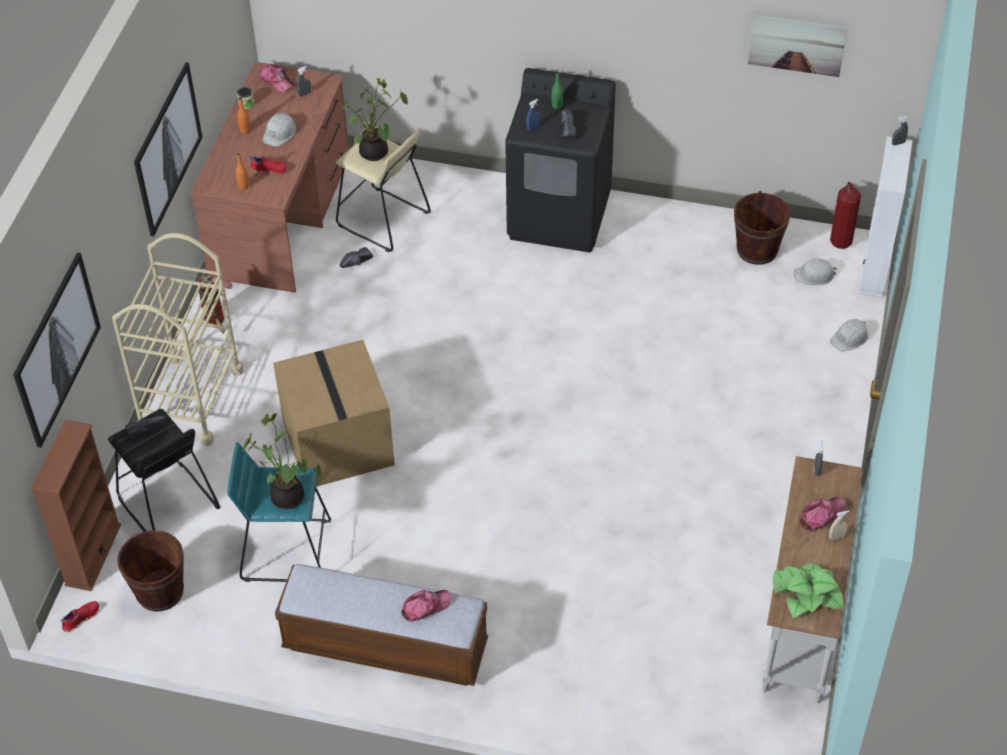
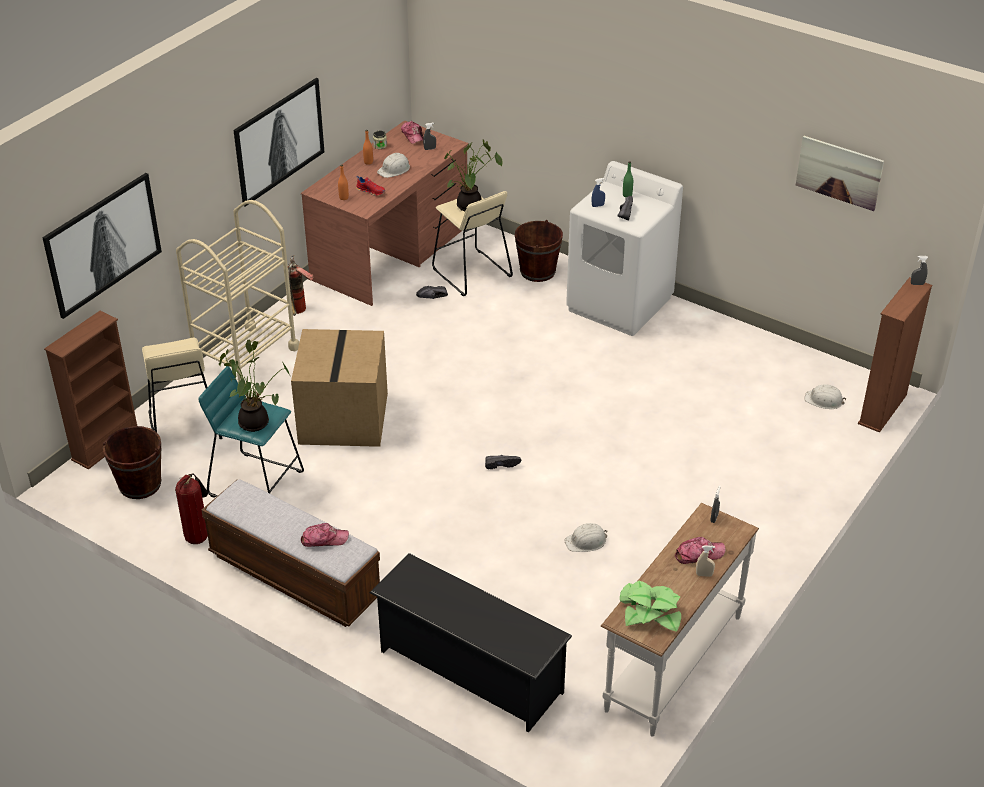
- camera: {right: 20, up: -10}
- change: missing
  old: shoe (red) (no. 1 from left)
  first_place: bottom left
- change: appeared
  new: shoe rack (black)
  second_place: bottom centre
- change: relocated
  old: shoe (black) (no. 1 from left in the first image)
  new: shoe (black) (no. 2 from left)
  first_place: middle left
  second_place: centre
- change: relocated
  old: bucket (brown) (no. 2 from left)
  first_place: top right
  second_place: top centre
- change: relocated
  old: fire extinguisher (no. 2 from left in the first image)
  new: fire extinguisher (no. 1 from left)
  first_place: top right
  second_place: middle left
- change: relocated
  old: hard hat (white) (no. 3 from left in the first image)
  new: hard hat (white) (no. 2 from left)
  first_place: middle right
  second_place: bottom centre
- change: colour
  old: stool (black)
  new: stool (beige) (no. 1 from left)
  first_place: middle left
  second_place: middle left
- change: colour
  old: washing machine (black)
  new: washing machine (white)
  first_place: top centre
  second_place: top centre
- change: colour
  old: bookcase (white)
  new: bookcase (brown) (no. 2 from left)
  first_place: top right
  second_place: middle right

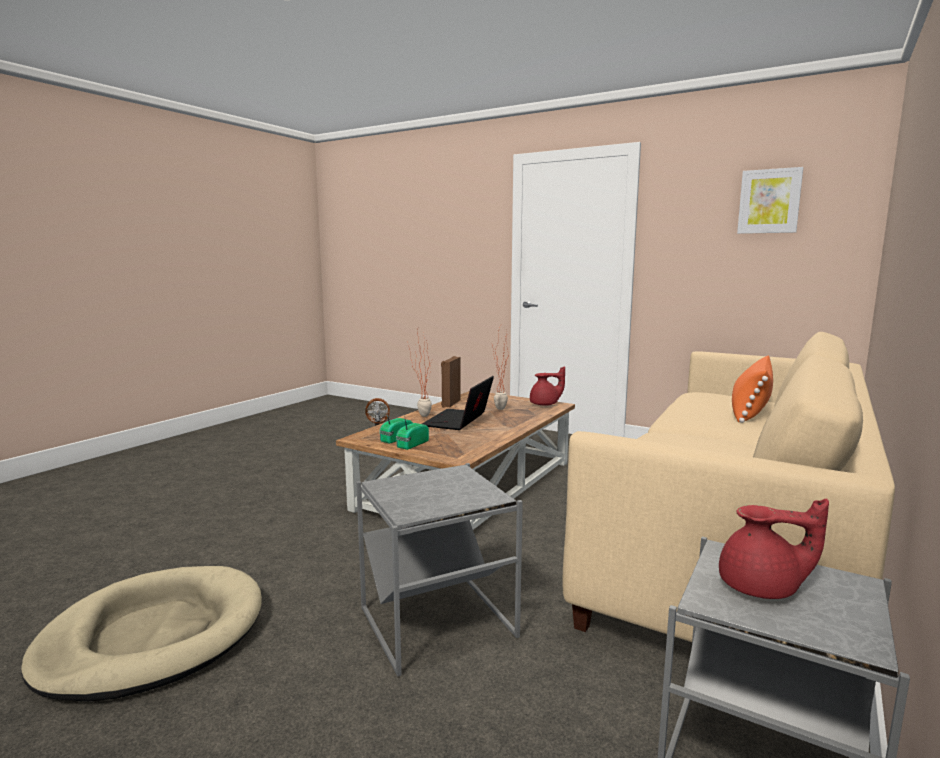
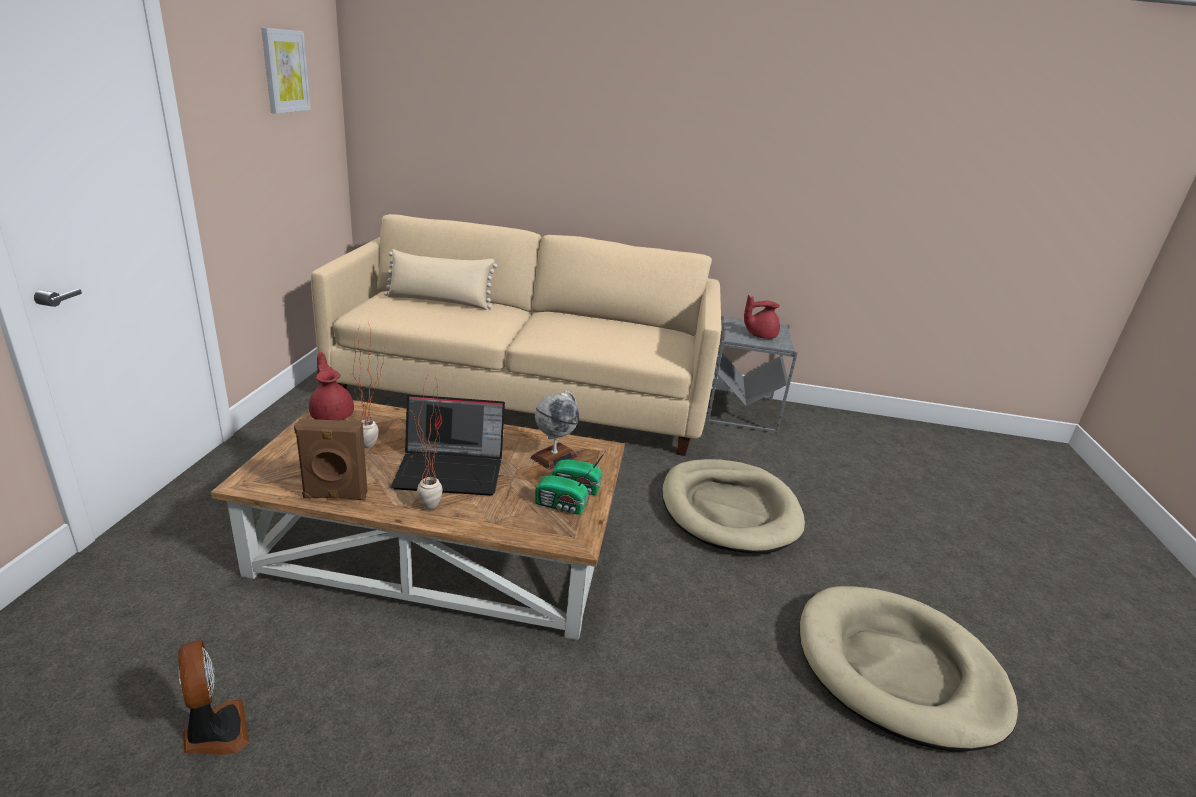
- camera: {right: -115, up: 15}
- change: appeared
  new: globe
  second_place: centre
- change: exchanged
  old: side table (grey) (no. 1 from left)
  new: dog bed (beige) (no. 1 from left)
  first_place: bottom centre
  second_place: centre
- change: colour
  old: pillow (orange)
  new: pillow (beige)
  first_place: middle right
  second_place: centre
- change: spun
  old: teapot (red) (no. 2 from left)
  first_place: bottom right
  second_place: centre
  degrees: -90

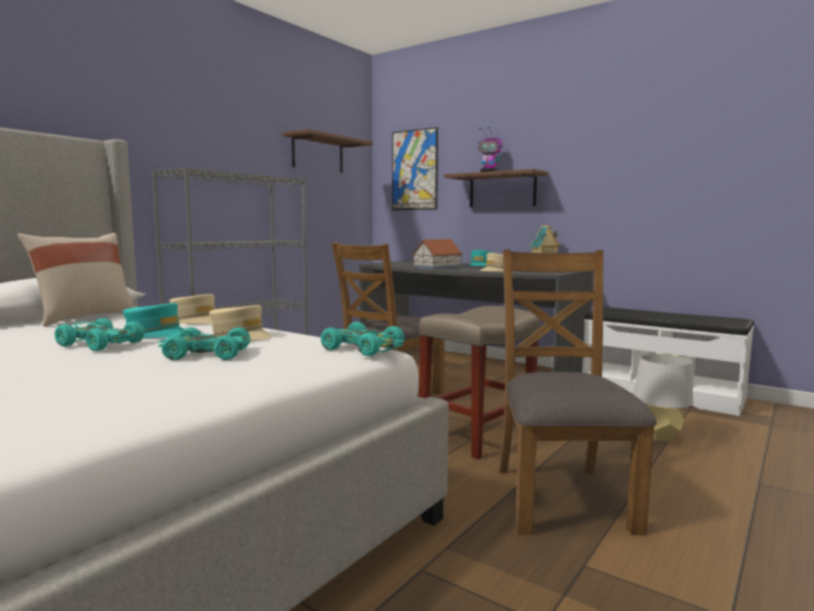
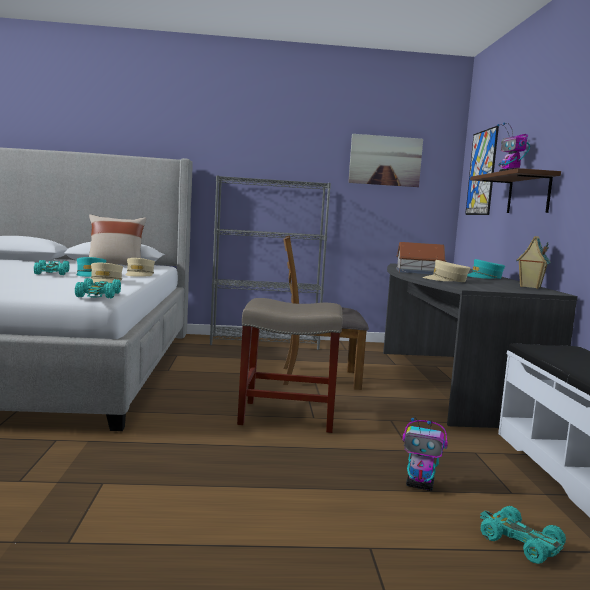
- camera: {right: 50, up: 0}
- change: missing
  old: chair (brown) (no. 2 from left)
  first_place: middle right
- change: relocated
  old: toy car (turquoise) (no. 2 from left in the first image)
  new: toy car (turquoise) (no. 3 from left)
  first_place: middle left
  second_place: bottom right
- change: exchanged
  old: shelf (brown) (no. 1 from left)
  new: picture (no. 1 from left)
  first_place: top centre
  second_place: top centre
- change: exchanged
  old: table lamp (grey)
  new: toy robot (no. 1 from left)
  first_place: middle right
  second_place: bottom right

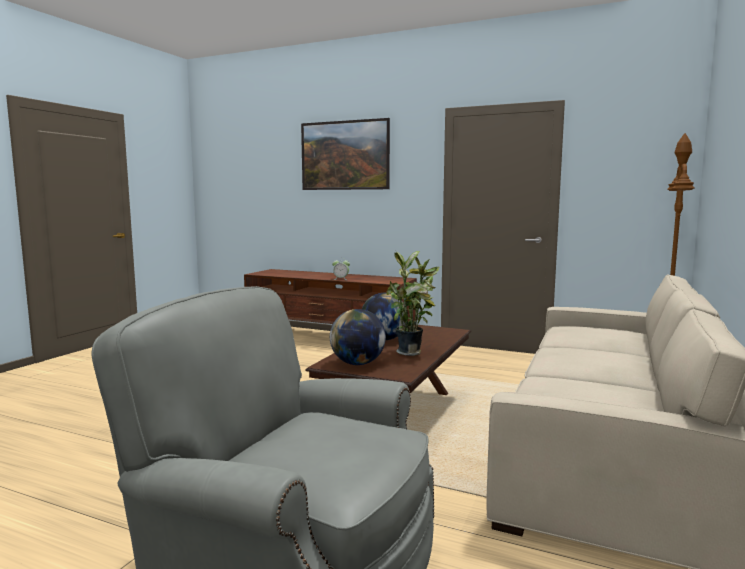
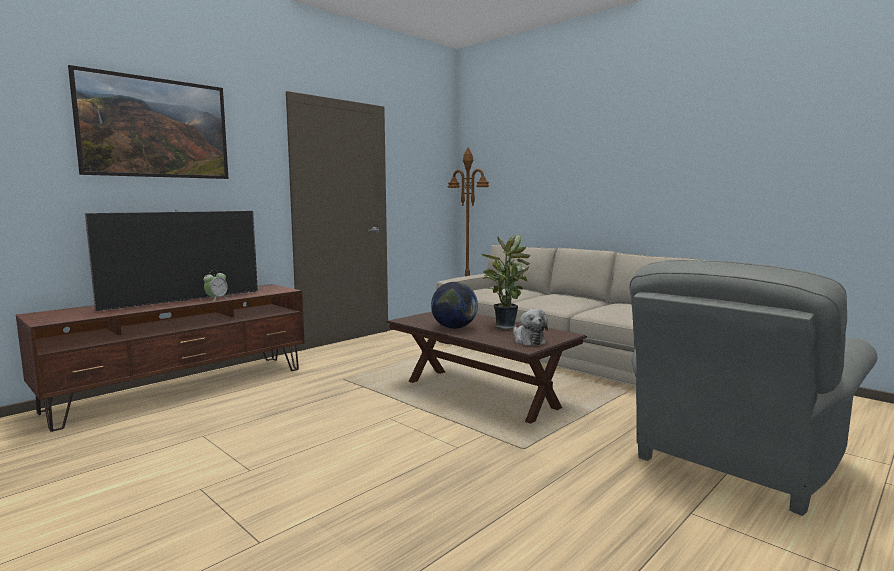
- camera: {right: -70, up: 0}
- change: appeared
  new: television
  second_place: middle left
- change: exchanged
  old: globe (no. 1 from left)
  new: plush toy
  first_place: centre
  second_place: centre

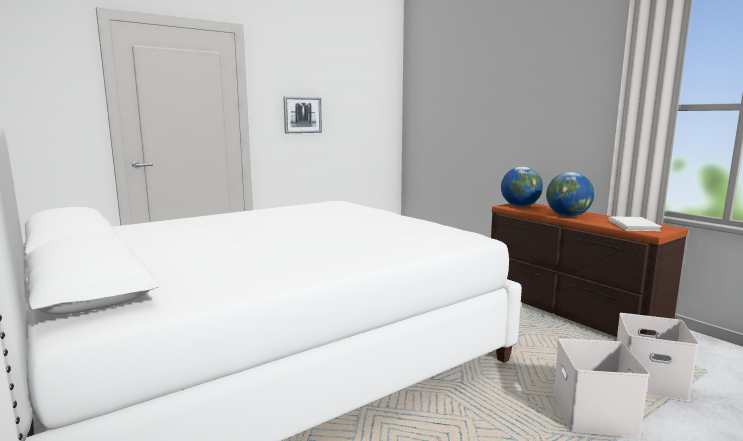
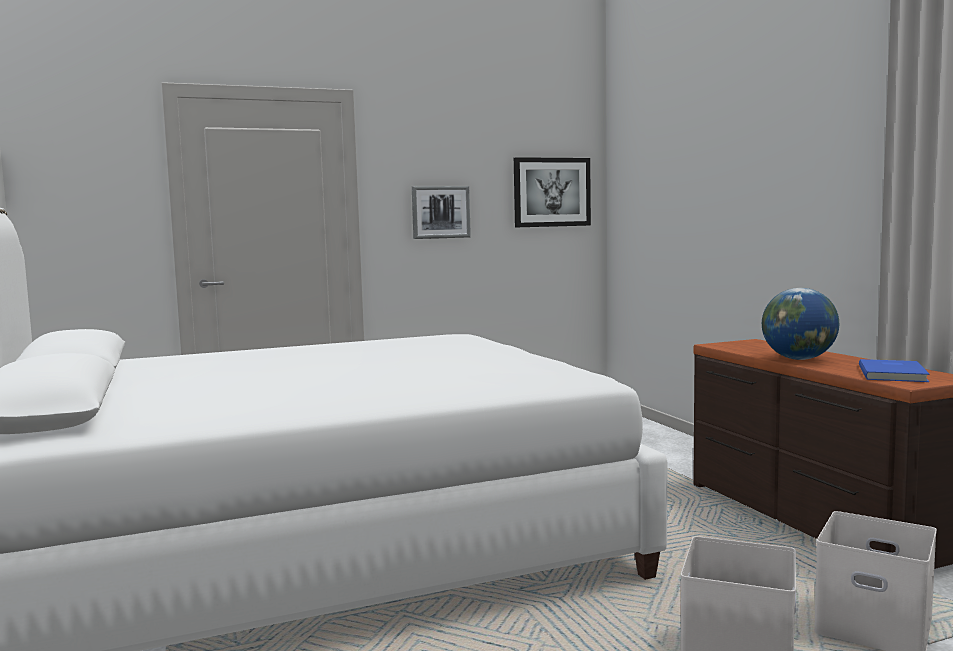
- camera: {right: 15, up: -5}
- change: missing
  old: globe (no. 1 from left)
  first_place: middle right
- change: appeared
  new: picture (no. 2 from left)
  second_place: top centre
- change: colour
  old: book (white)
  new: book (blue)
  first_place: middle right
  second_place: middle right

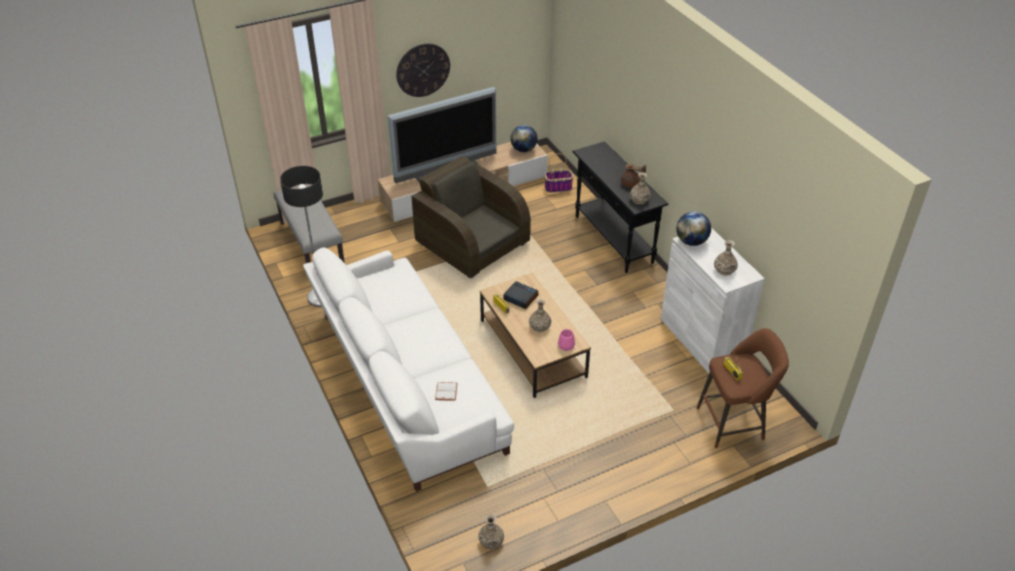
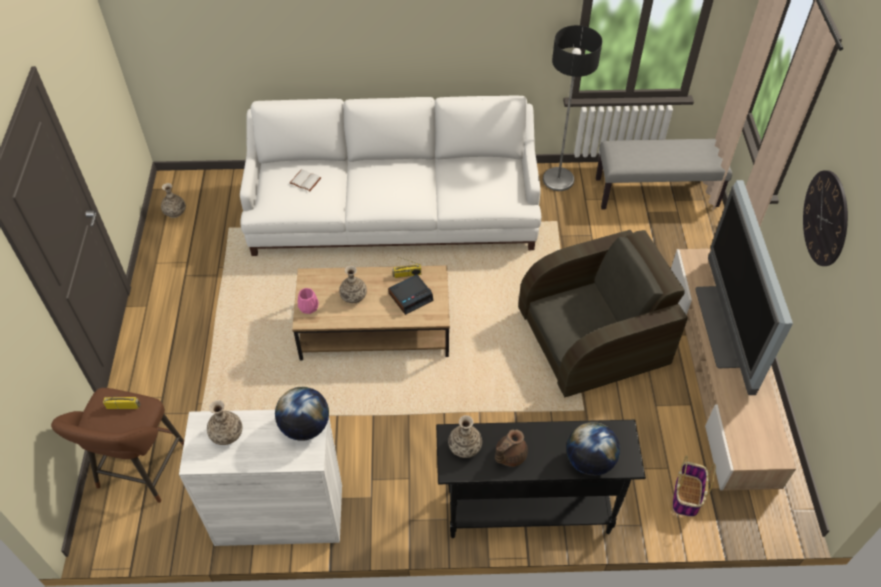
- camera: {right: 115, up: 10}
- change: relocated
  old: globe (no. 1 from left in the first image)
  new: globe (no. 2 from left)
  first_place: top centre
  second_place: bottom right

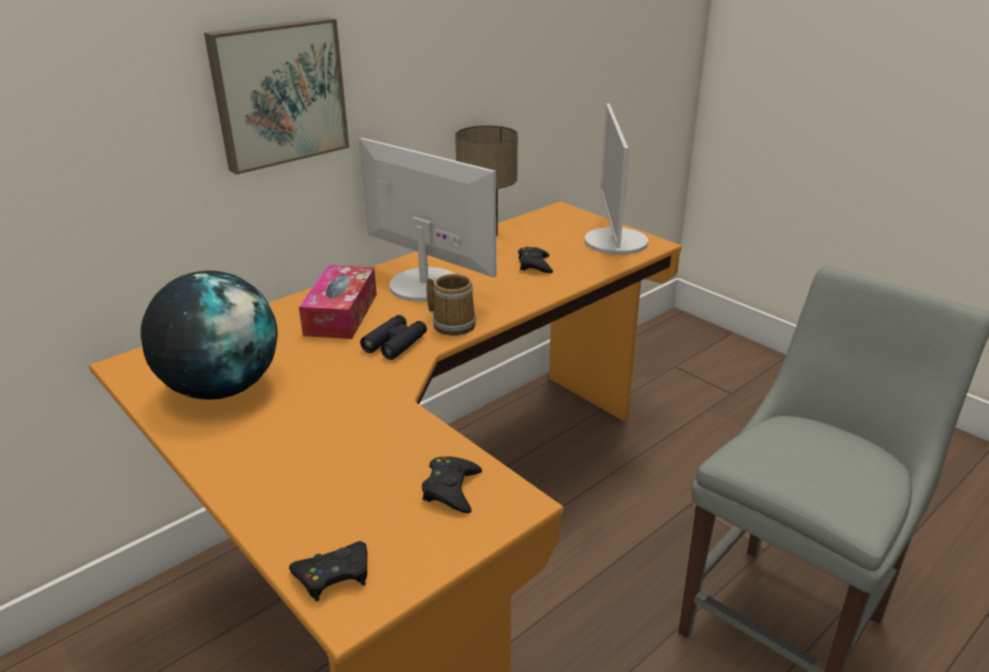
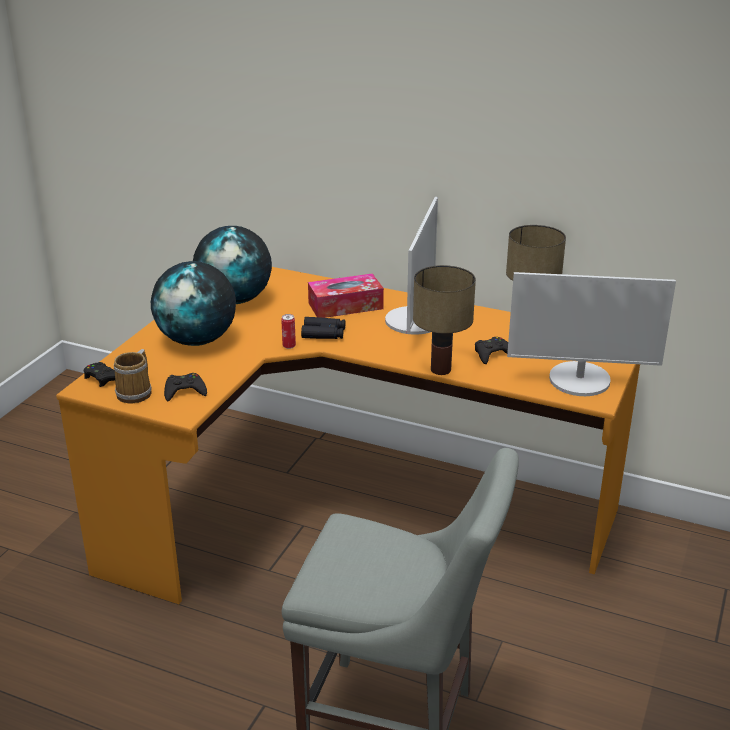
- camera: {right: 65, up: 0}
- change: missing
  old: picture
  first_place: top left
- change: appeared
  new: globe (no. 1 from left)
  second_place: middle left
- change: appeared
  new: can
  second_place: centre
- change: appeared
  new: table lamp (no. 1 from left)
  second_place: centre
- change: relocated
  old: mug
  first_place: centre
  second_place: middle left
- change: spun
  old: monitor (no. 2 from left)
  first_place: top centre
  second_place: middle right
  degrees: -150

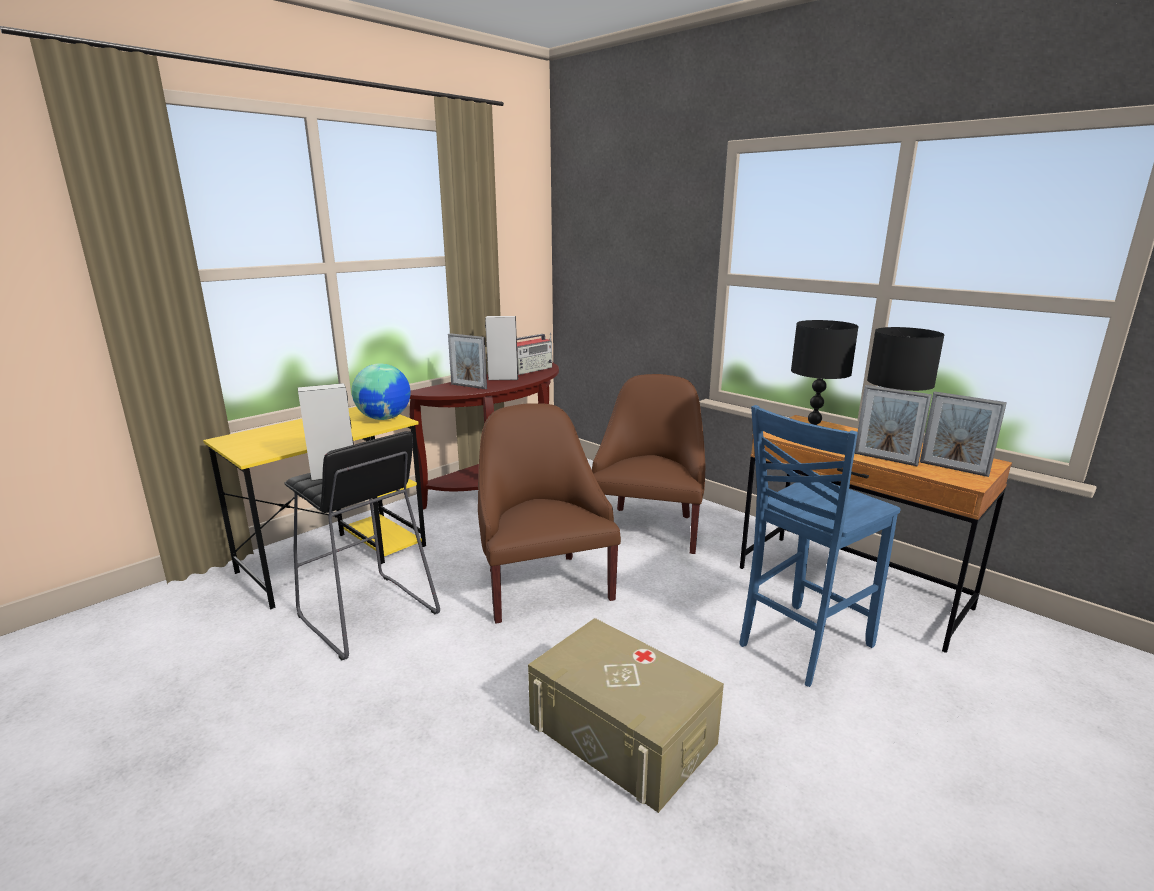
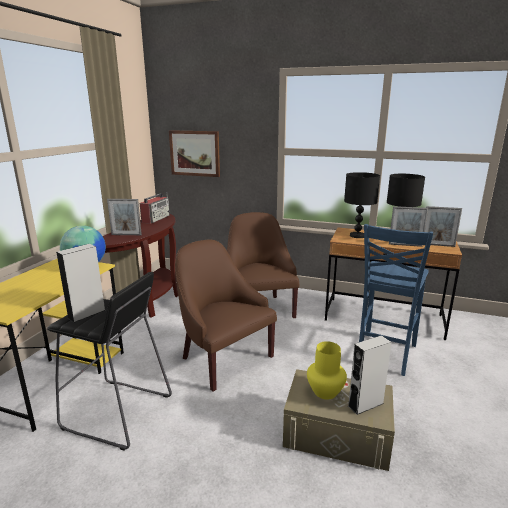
- camera: {right: -25, up: 0}
- change: appeared
  new: picture
  second_place: top centre
- change: appeared
  new: vase (yellow)
  second_place: bottom centre
- change: relocated
  old: speaker (grey) (no. 2 from left)
  first_place: centre
  second_place: bottom right

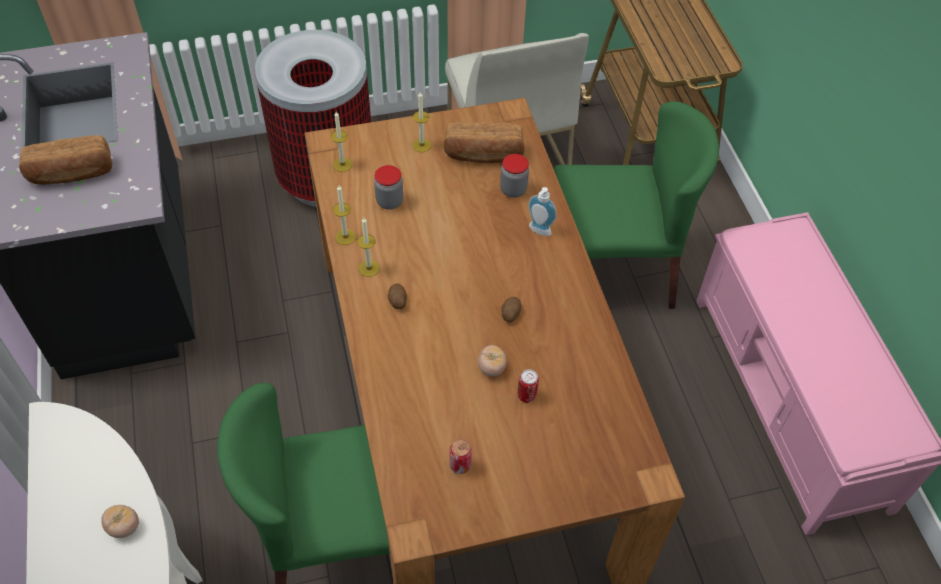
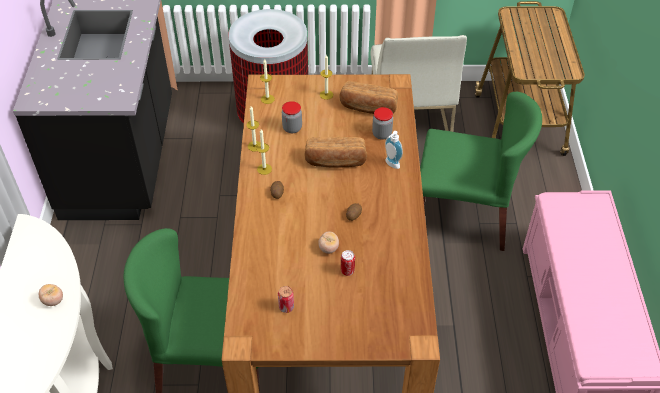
- camera: {right: 15, up: -5}
- change: relocated
  old: bread (no. 1 from left)
  first_place: top left
  second_place: centre

